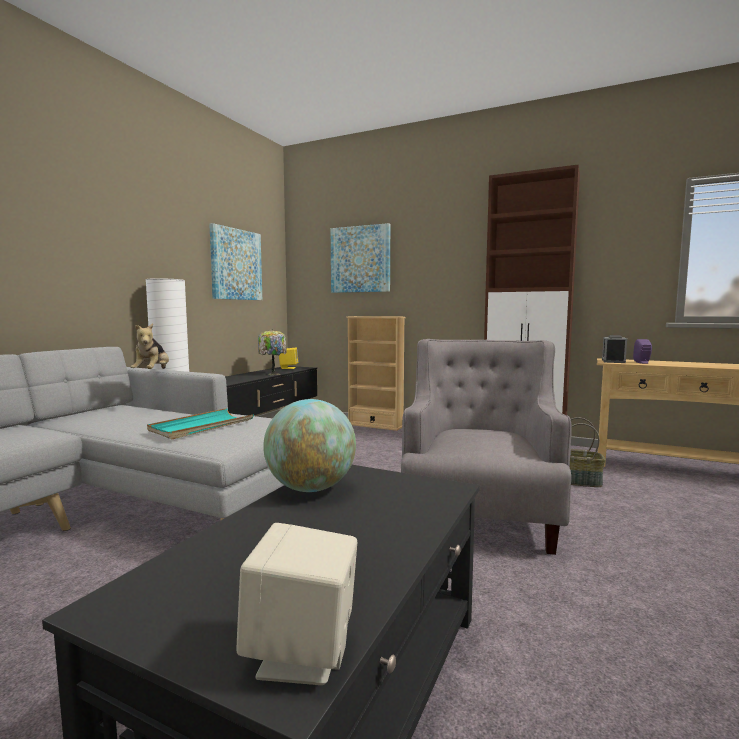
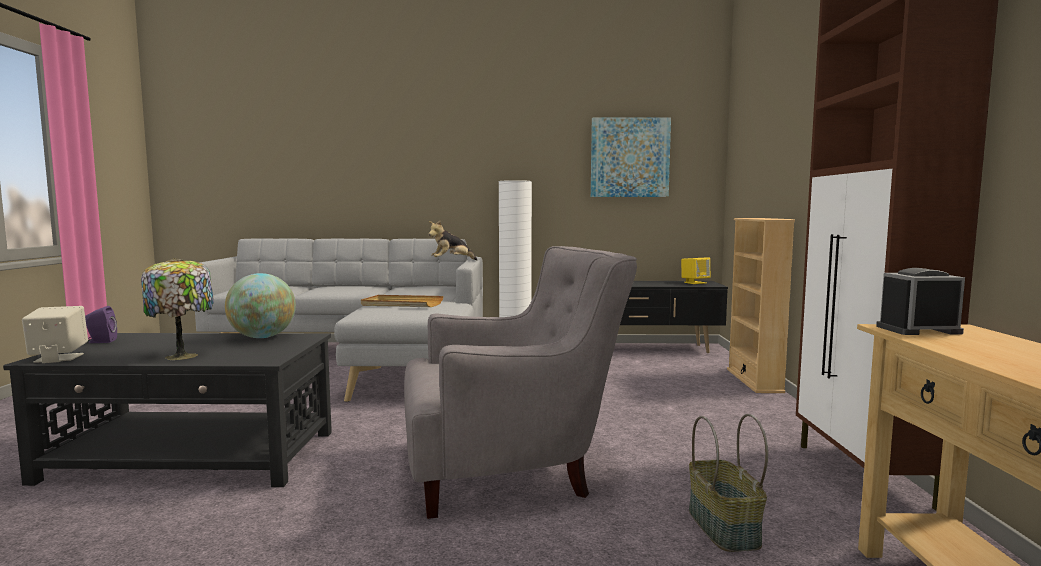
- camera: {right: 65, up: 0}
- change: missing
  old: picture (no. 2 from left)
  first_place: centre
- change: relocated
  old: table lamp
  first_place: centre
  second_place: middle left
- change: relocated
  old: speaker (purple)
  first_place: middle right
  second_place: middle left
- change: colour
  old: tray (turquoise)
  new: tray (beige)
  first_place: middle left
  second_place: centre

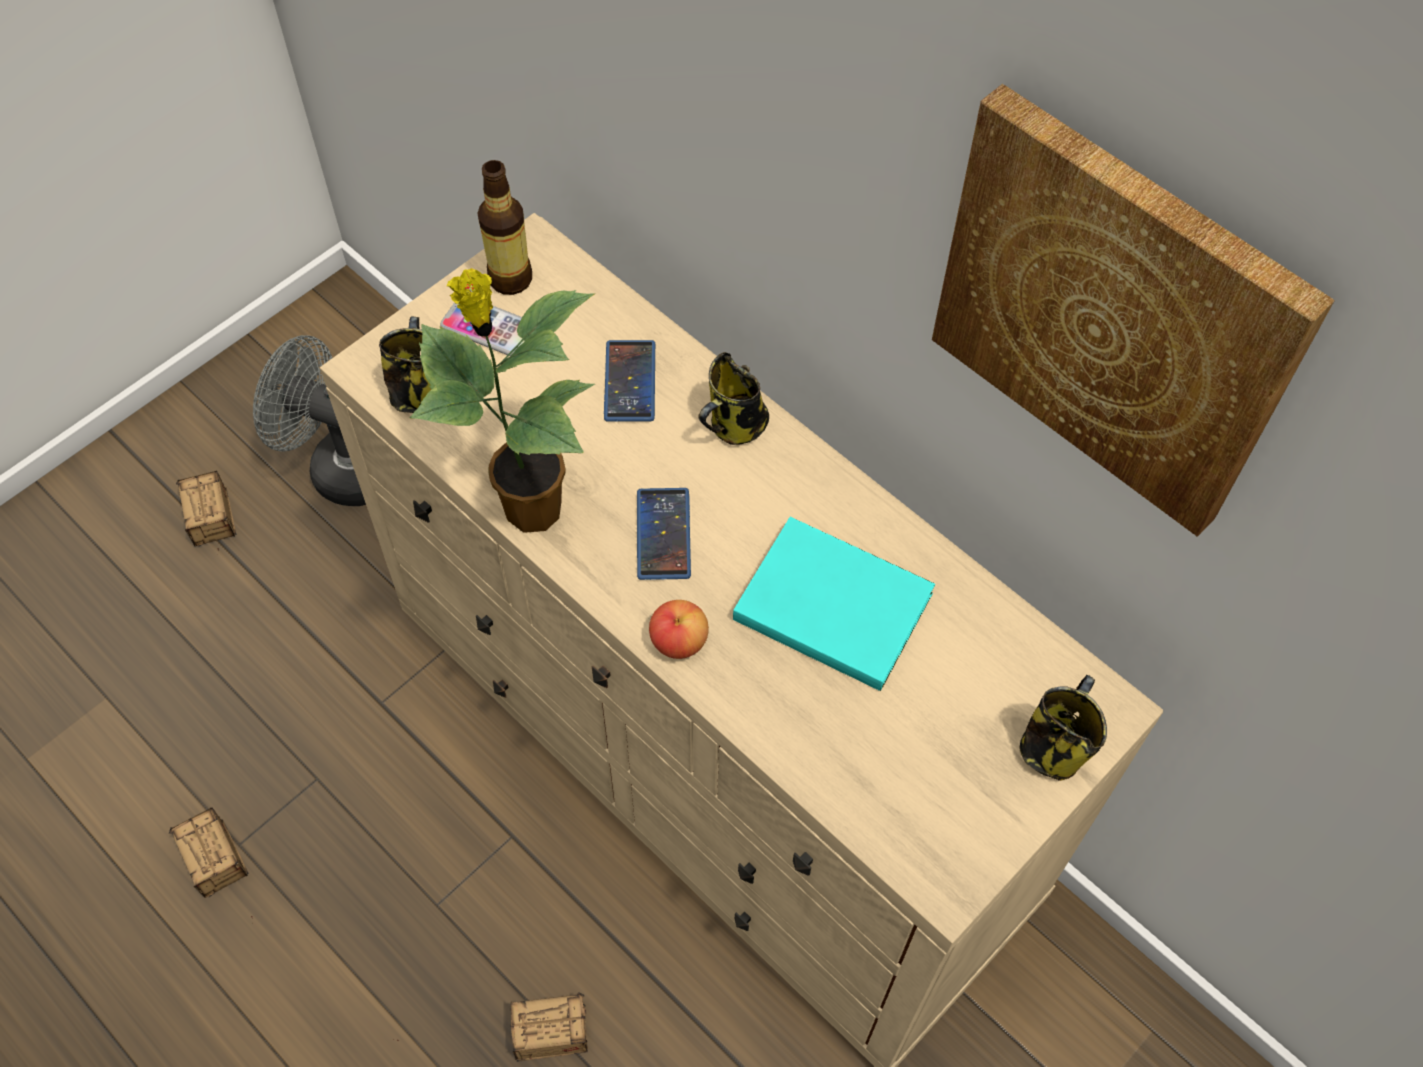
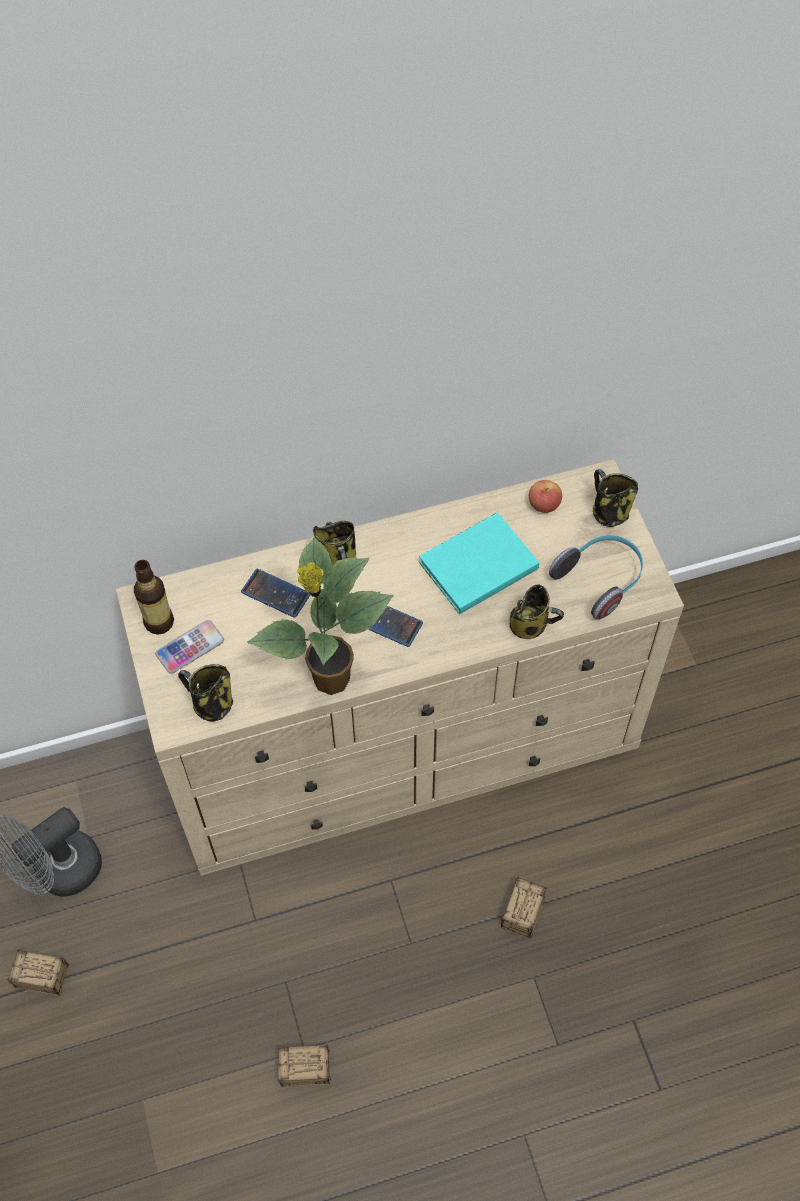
- camera: {right: -60, up: 0}
- change: missing
  old: picture
  first_place: top right
- change: appeared
  new: mug (no. 3 from left)
  second_place: middle right
- change: appeared
  new: headphones
  second_place: middle right
- change: relocated
  old: apple
  first_place: centre
  second_place: middle right

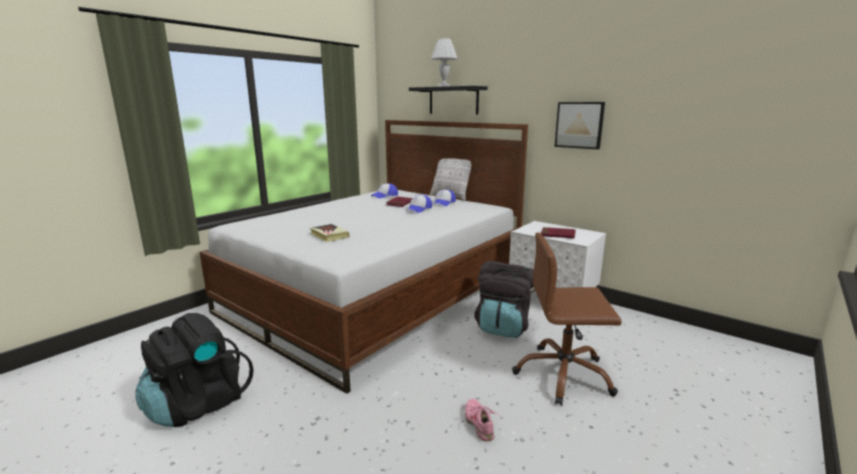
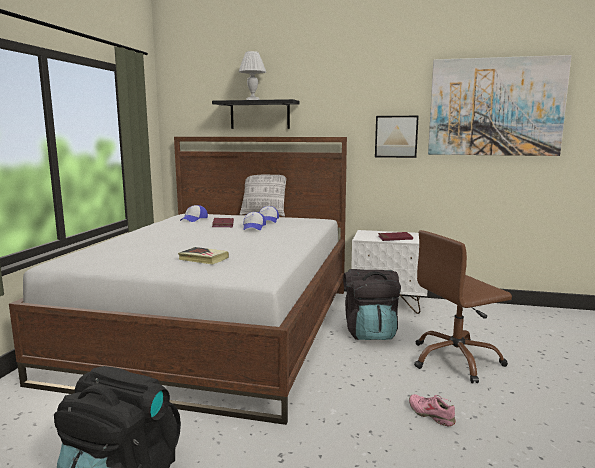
- camera: {right: -25, up: -5}
- change: appeared
  new: picture (no. 2 from left)
  second_place: top right

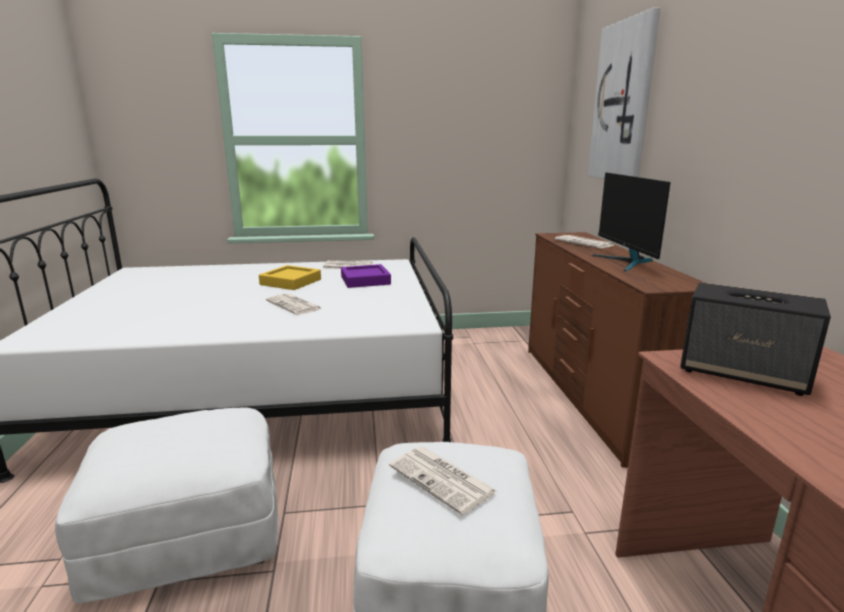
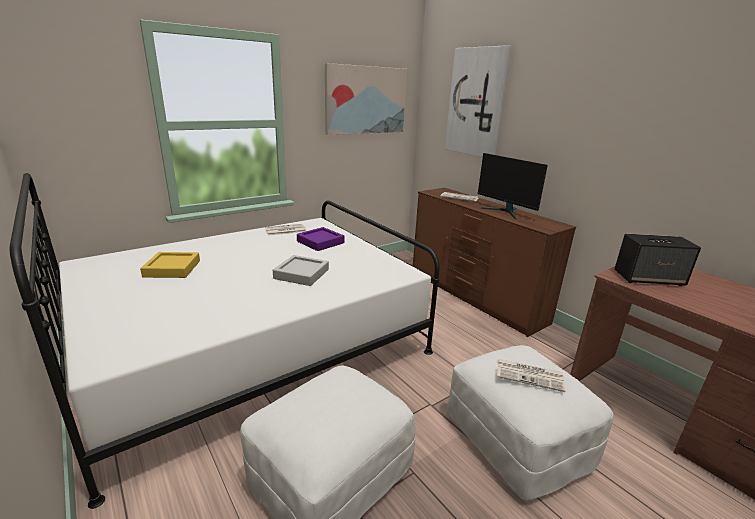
- camera: {right: -30, up: 5}
- change: appeared
  new: picture (no. 1 from left)
  second_place: top centre
- change: relocated
  old: tray (yellow)
  first_place: centre
  second_place: middle left
- change: exchanged
  old: newspaper (no. 1 from left)
  new: tray (grey)
  first_place: centre
  second_place: centre

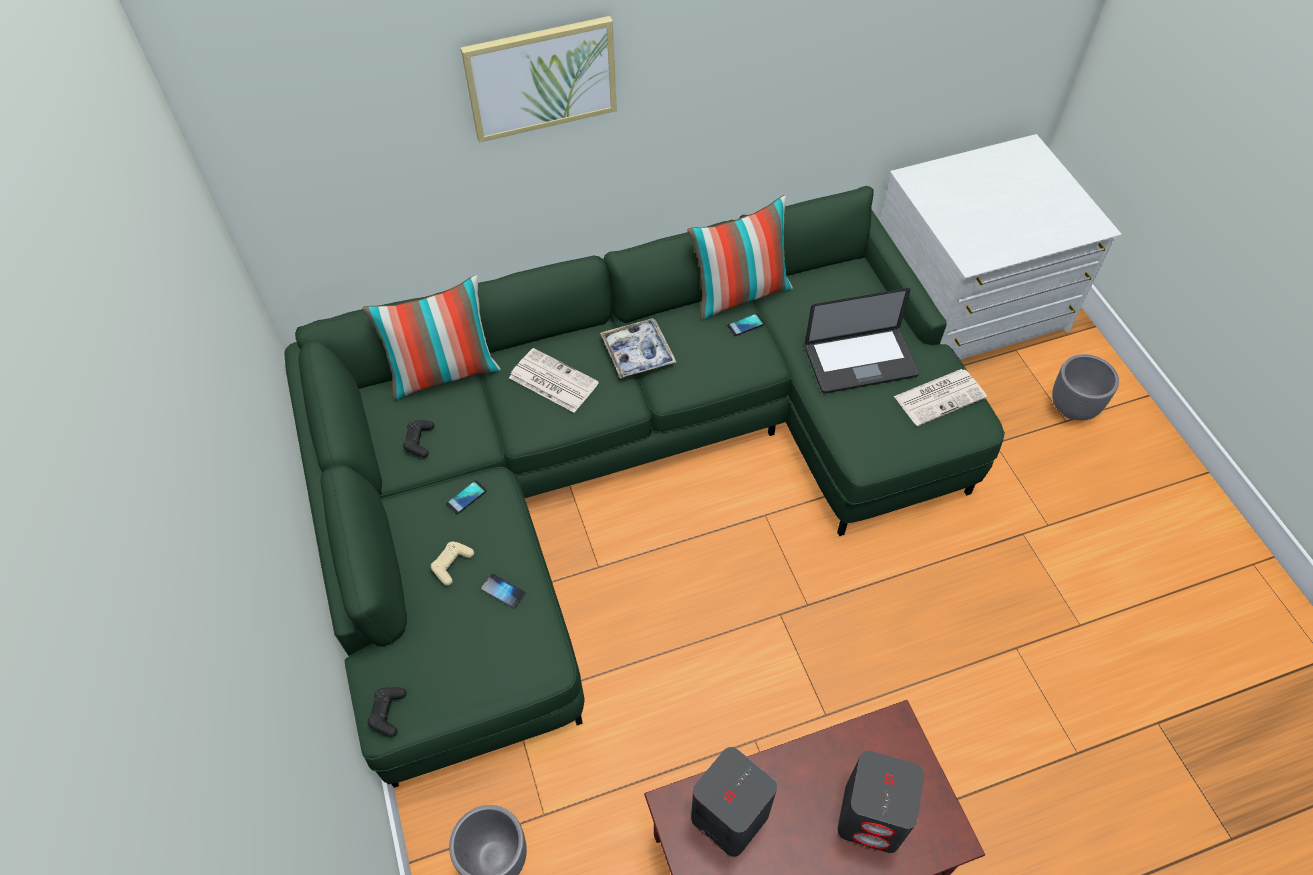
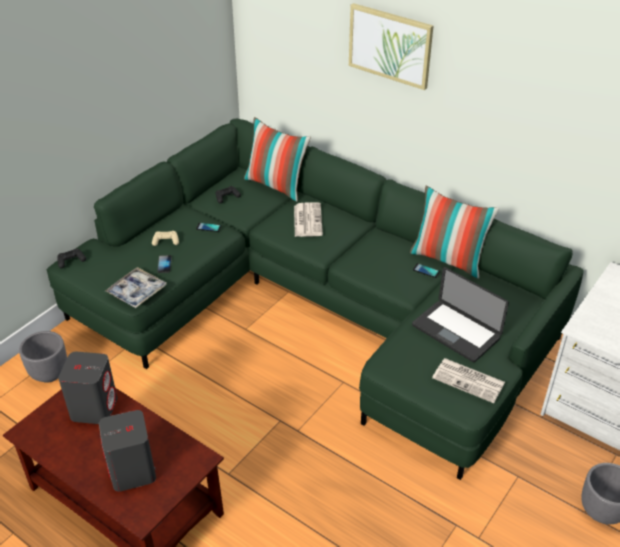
- camera: {right: 55, up: -15}
- change: relocated
  old: tray
  first_place: centre
  second_place: middle left

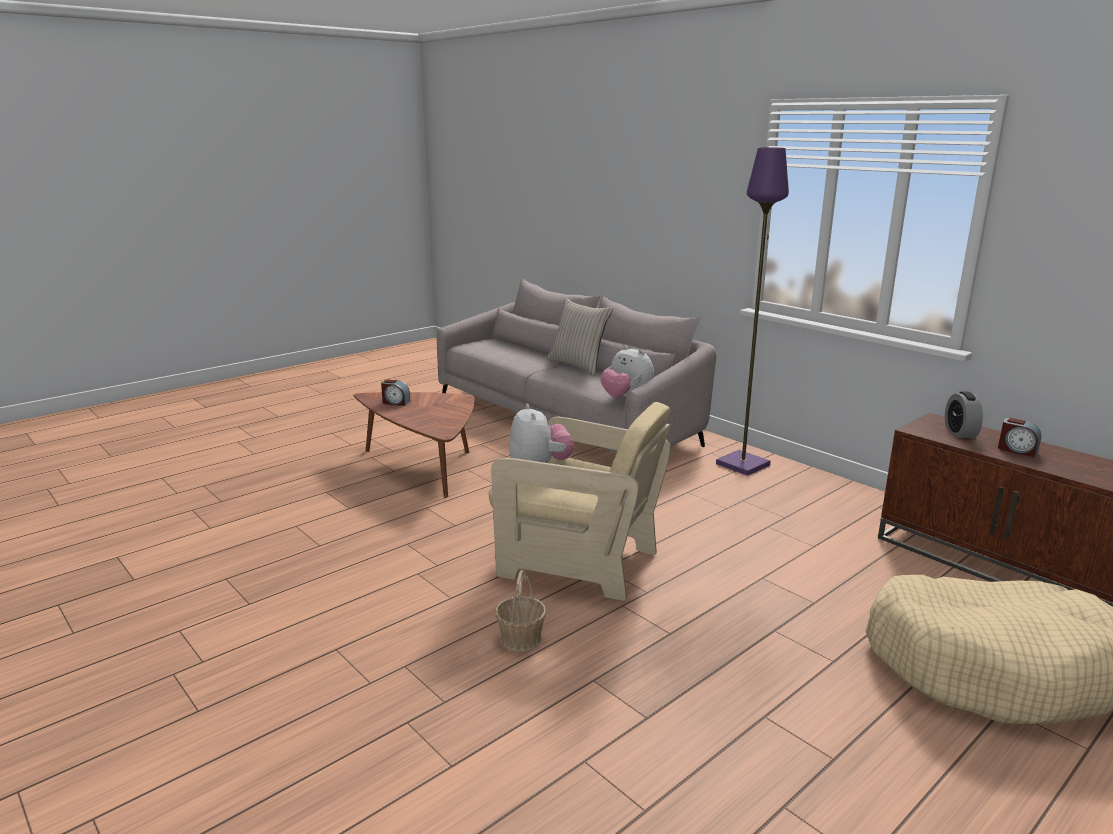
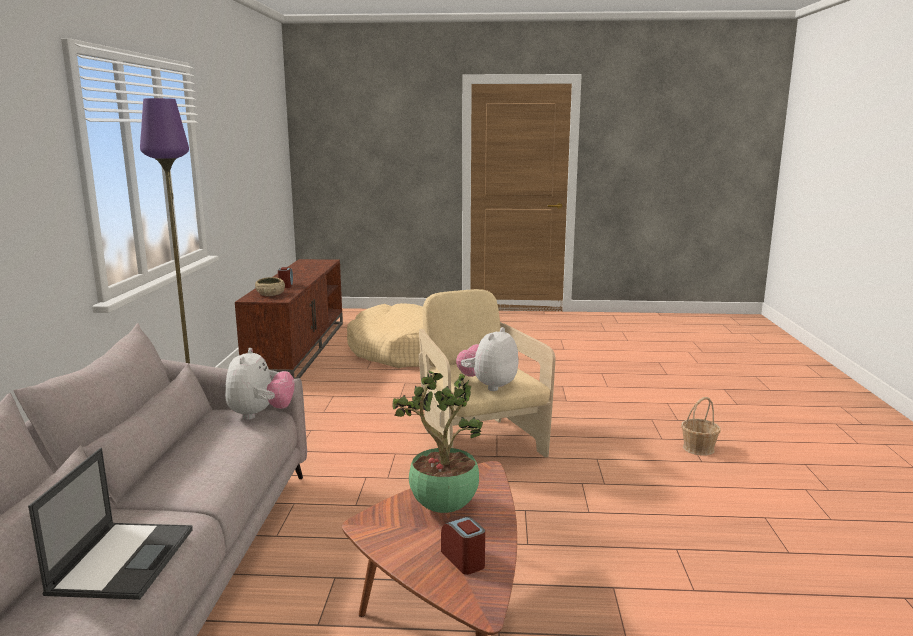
- camera: {right: -135, up: -5}
- change: missing
  old: pillow (beige)
  first_place: centre
- change: appeared
  new: laptop
  second_place: bottom left
- change: appeared
  new: potted plant
  second_place: bottom centre
- change: relocated
  old: basket
  first_place: bottom centre
  second_place: bottom right
- change: exchanged
  old: alarm clock (no. 2 from left)
  new: bowl (beige)
  first_place: middle right
  second_place: middle left

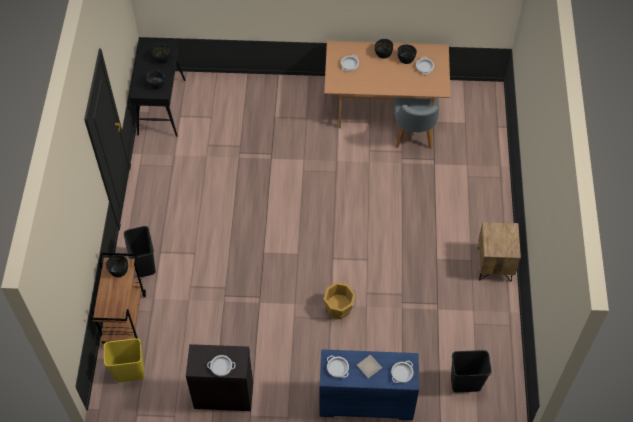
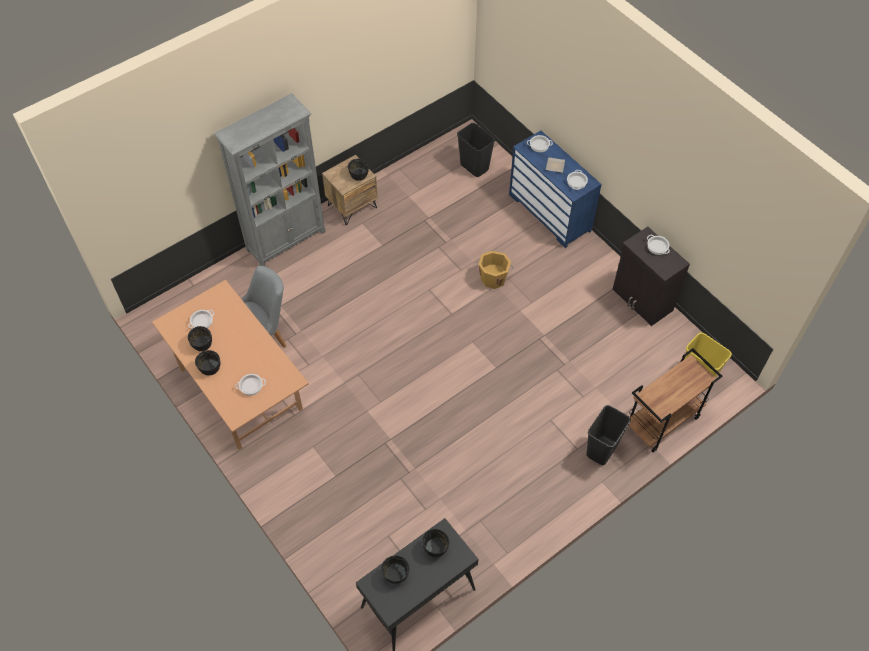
- camera: {right: -130, up: 0}
- change: appeared
  new: bookcase (grey)
  second_place: top left
- change: relocated
  old: bowl (black) (no. 1 from left in the first image)
  new: bowl (black) (no. 3 from left)
  first_place: middle left
  second_place: top centre

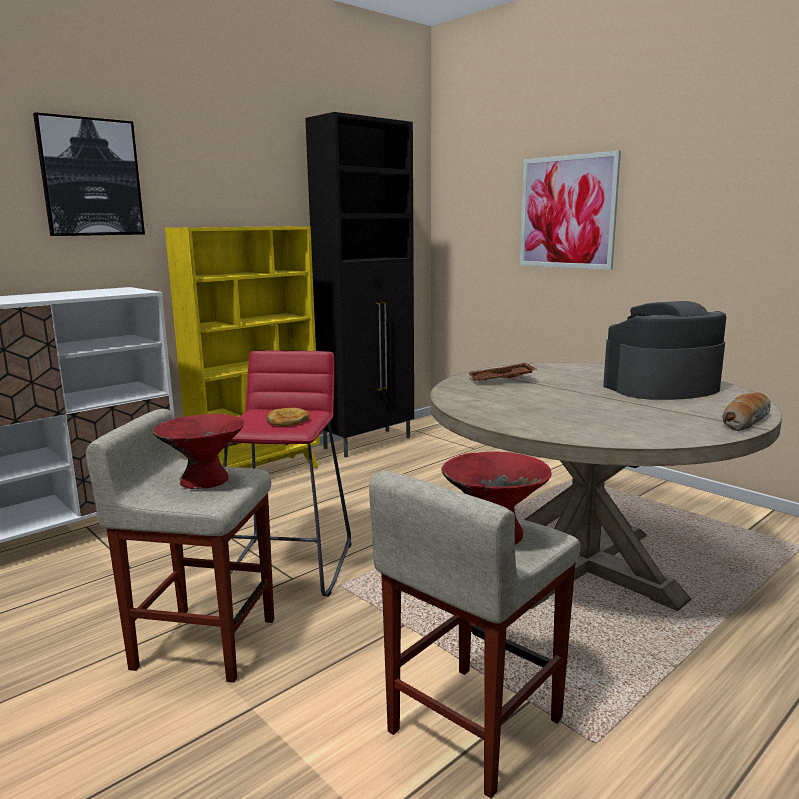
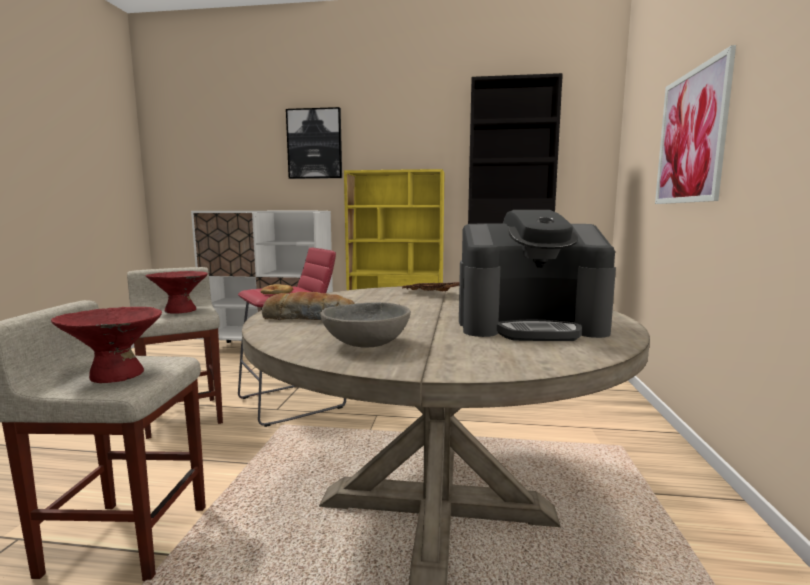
- camera: {right: 50, up: -5}
- change: appeared
  new: bowl (grey)
  second_place: centre
- change: relocated
  old: bread (no. 2 from left)
  first_place: middle right
  second_place: centre
- change: spun
  old: coffee machine
  first_place: middle right
  second_place: centre
  degrees: 150

